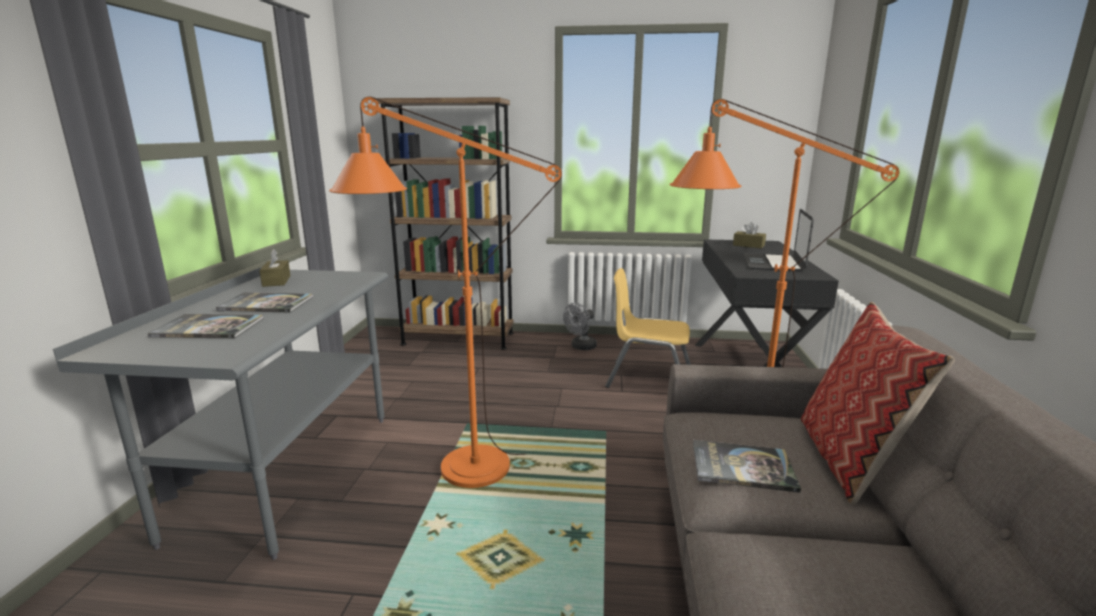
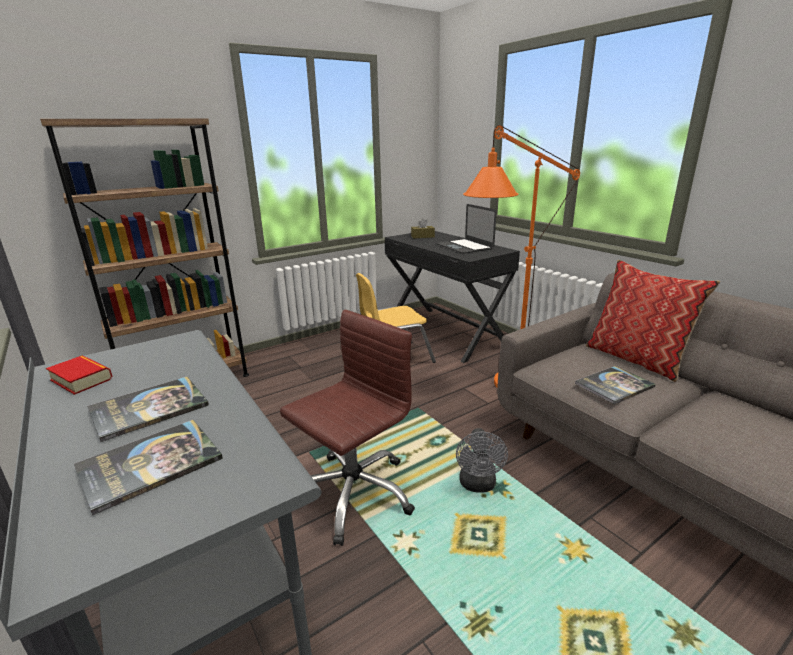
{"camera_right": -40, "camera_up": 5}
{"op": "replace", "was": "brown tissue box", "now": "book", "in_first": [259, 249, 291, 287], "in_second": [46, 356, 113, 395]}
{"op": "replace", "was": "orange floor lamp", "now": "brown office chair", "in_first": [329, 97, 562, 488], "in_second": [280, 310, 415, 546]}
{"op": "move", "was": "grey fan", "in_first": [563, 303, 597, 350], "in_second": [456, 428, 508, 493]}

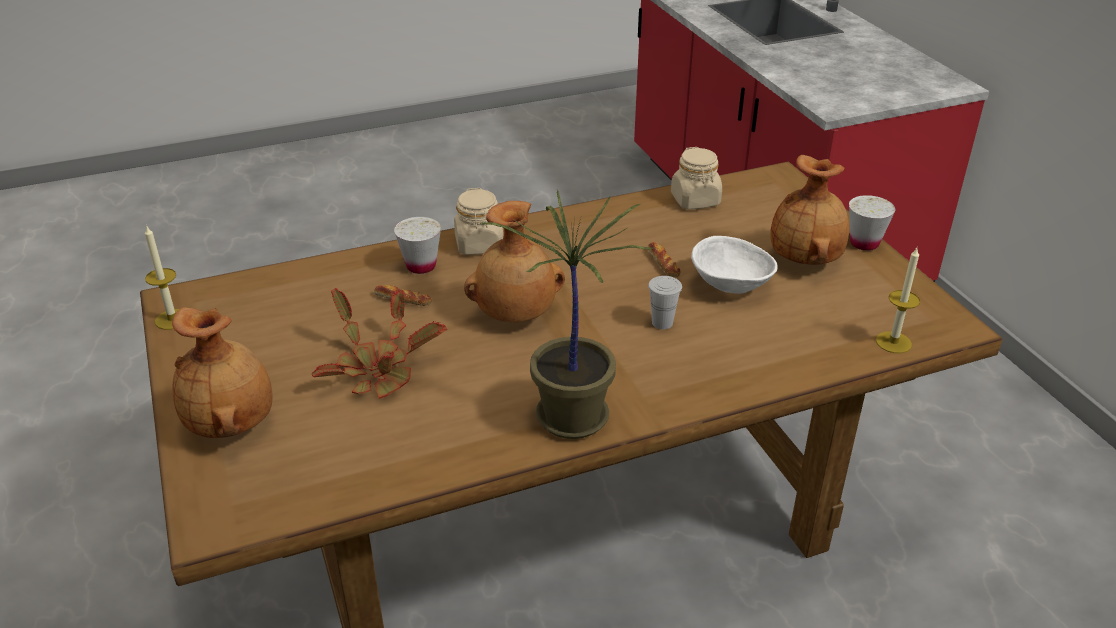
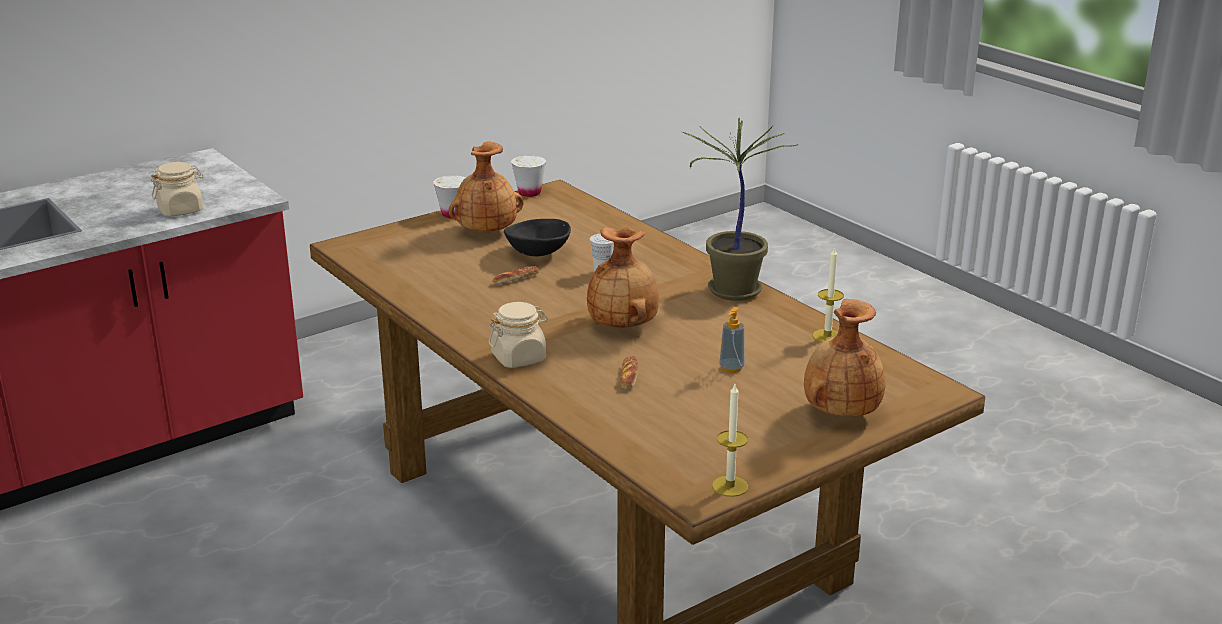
{"camera_right": -105, "camera_up": -10}
{"op": "replace", "was": "potted plant", "now": "soap dispenser", "in_first": [312, 288, 447, 399], "in_second": [719, 307, 745, 373]}
{"op": "move", "was": "white cup", "in_first": [394, 217, 441, 274], "in_second": [511, 155, 546, 197]}
{"op": "move", "was": "beige jar", "in_first": [671, 147, 722, 209], "in_second": [151, 162, 204, 216]}
{"op": "recolor", "was": "white bowl", "now": "black bowl", "in_first": [691, 236, 778, 294], "in_second": [504, 219, 571, 256]}
{"op": "move", "was": "candle", "in_first": [876, 248, 920, 353], "in_second": [813, 246, 844, 343]}

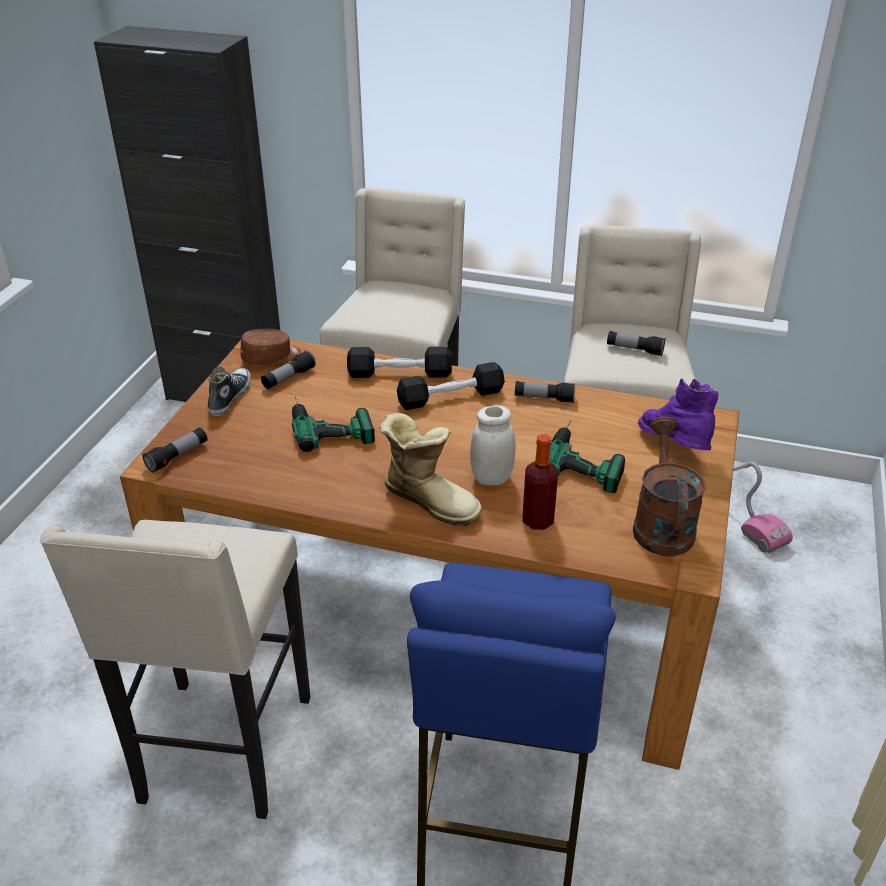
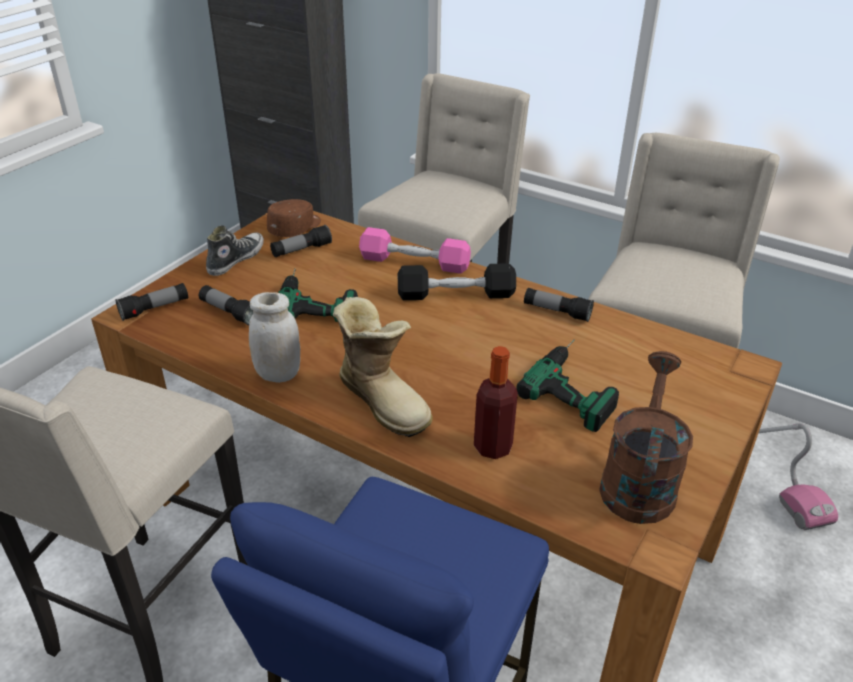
{"camera_right": 15, "camera_up": 0}
{"op": "rotate", "was": "brown cap", "in_first": [240, 329, 302, 366], "in_second": [267, 199, 321, 237], "clockwise": -45}
{"op": "recolor", "was": "black dumbbell", "now": "pink dumbbell", "in_first": [347, 347, 452, 378], "in_second": [359, 227, 471, 274]}
{"op": "move", "was": "white jar", "in_first": [470, 406, 516, 485], "in_second": [249, 292, 300, 383]}
{"op": "move", "was": "flashlight", "in_first": [607, 331, 665, 356], "in_second": [199, 285, 253, 325]}
{"op": "delete", "was": "purple boot", "in_first": [638, 378, 719, 450]}

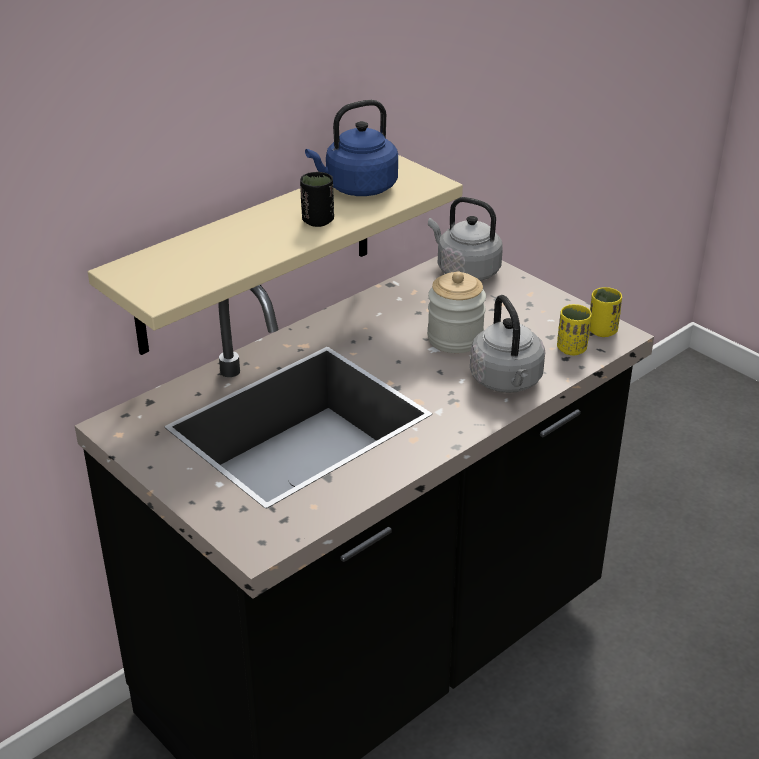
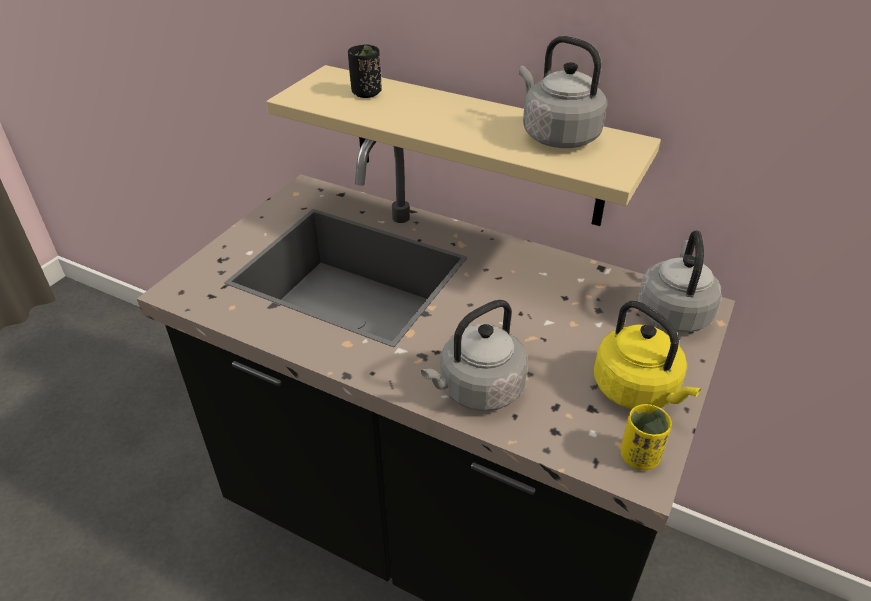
{"camera_right": 70, "camera_up": 5}
{"op": "move", "was": "black cup", "in_first": [300, 172, 334, 227], "in_second": [348, 45, 382, 98]}
{"op": "recolor", "was": "blue kettle", "now": "grey kettle", "in_first": [305, 100, 398, 196], "in_second": [519, 36, 607, 148]}
{"op": "delete", "was": "jar", "in_first": [427, 271, 486, 353]}
{"op": "delete", "was": "yellow cup", "in_first": [557, 304, 592, 355]}
{"op": "insert", "now": "yellow kettle", "in_second": [594, 301, 701, 409]}

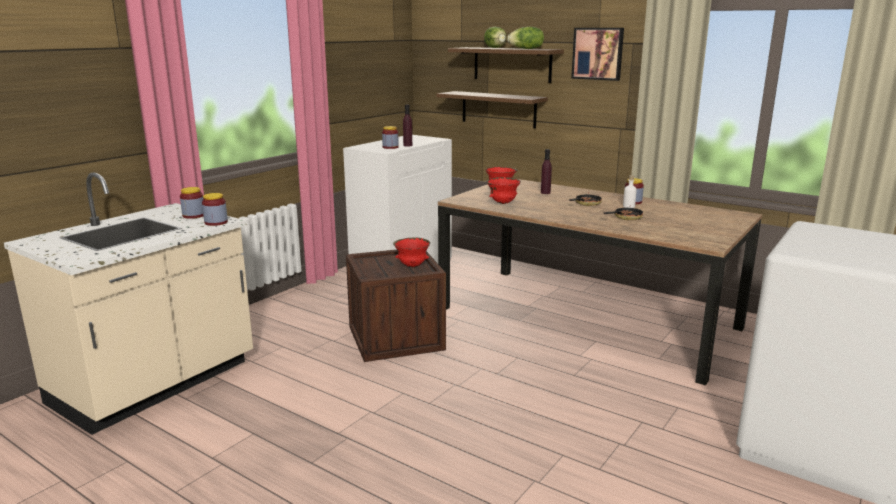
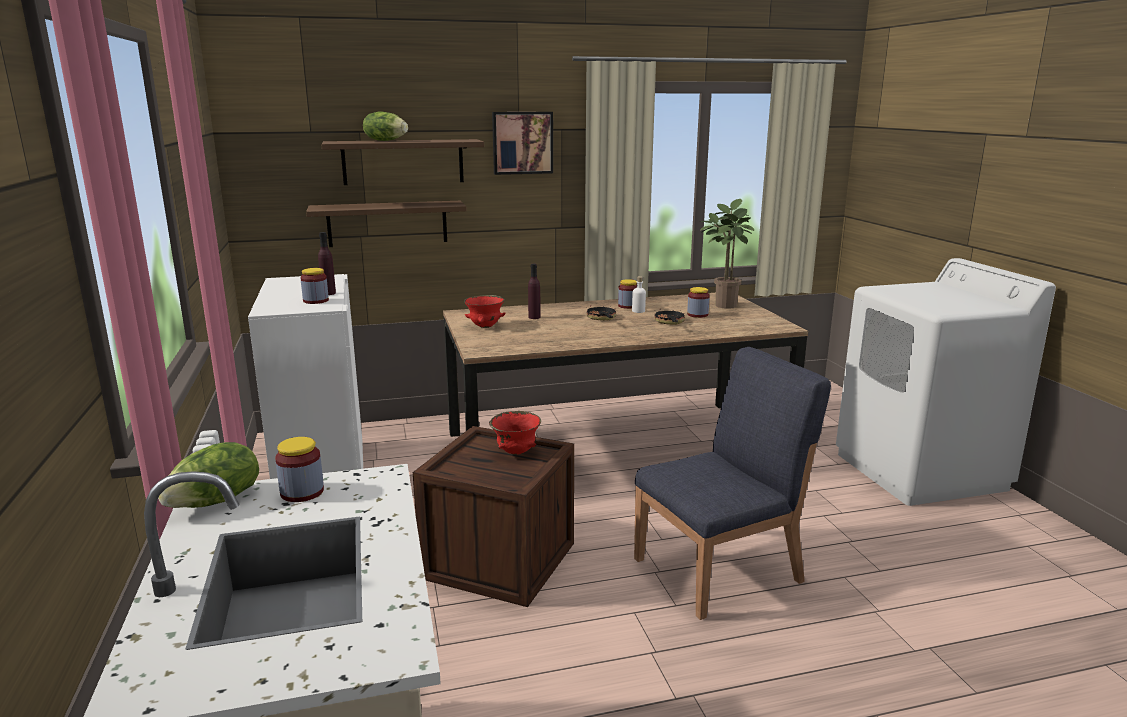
{"camera_right": -50, "camera_up": 0}
{"op": "move", "was": "jar", "in_first": [202, 193, 228, 226], "in_second": [687, 287, 710, 318]}
{"op": "delete", "was": "red bowl", "in_first": [486, 177, 521, 204]}
{"op": "move", "was": "lettuce", "in_first": [507, 27, 544, 49], "in_second": [158, 442, 259, 508]}
{"op": "insert", "now": "blue chair", "in_second": [634, 347, 831, 620]}
{"op": "insert", "now": "potted plant", "in_second": [700, 199, 754, 309]}

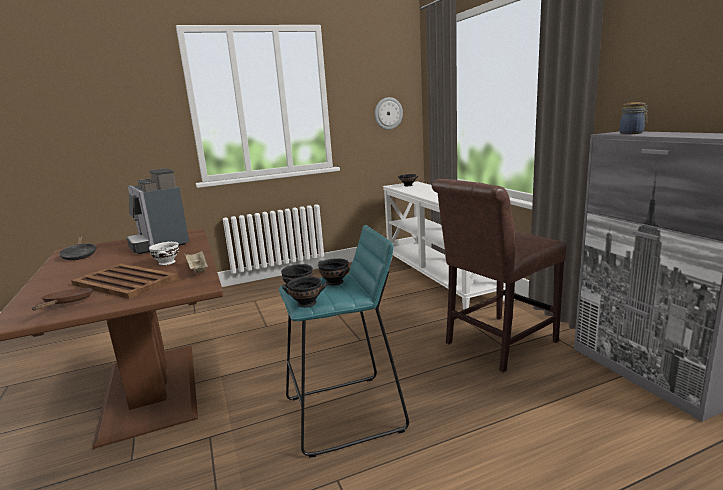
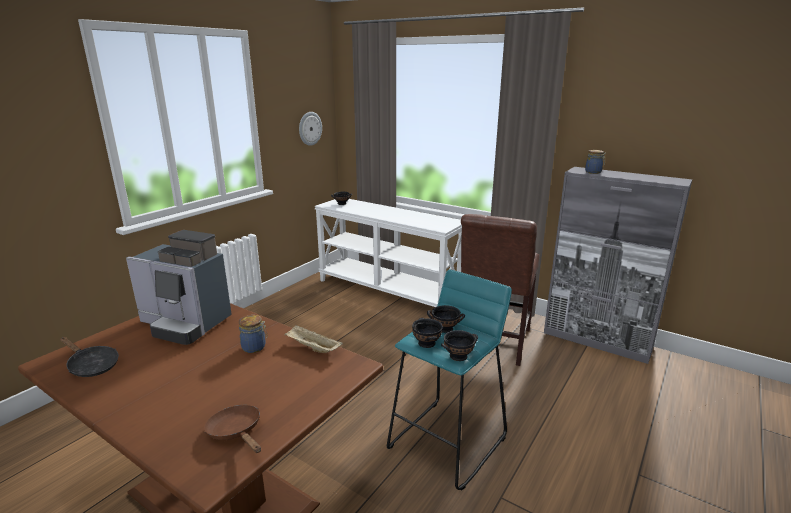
{"camera_right": -35, "camera_up": 5}
{"op": "delete", "was": "brown tray", "in_first": [71, 264, 178, 299]}
{"op": "replace", "was": "white bowl", "now": "jar", "in_first": [149, 242, 179, 265], "in_second": [239, 315, 268, 353]}

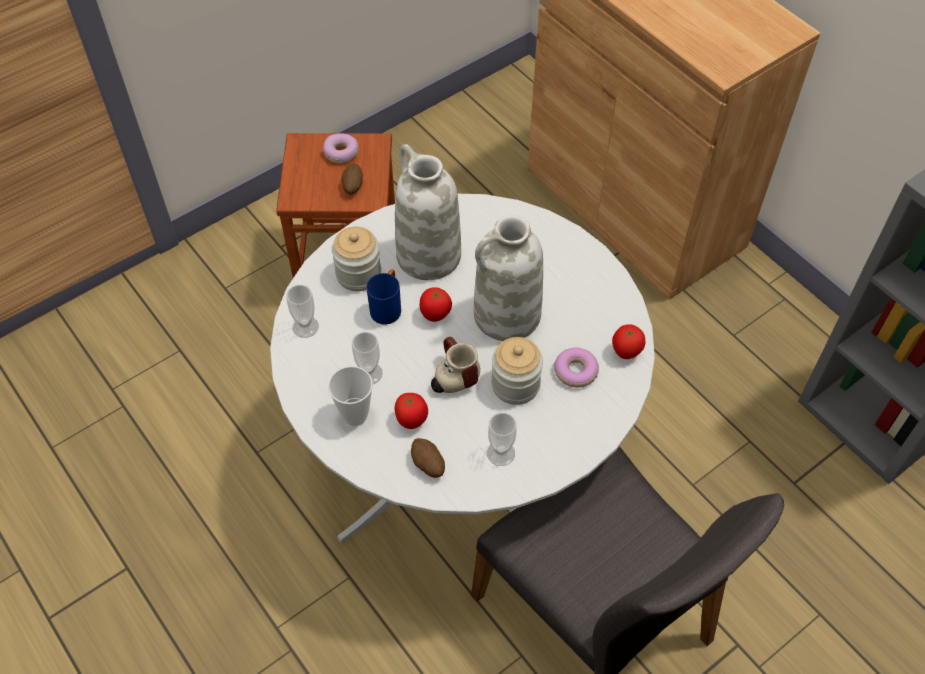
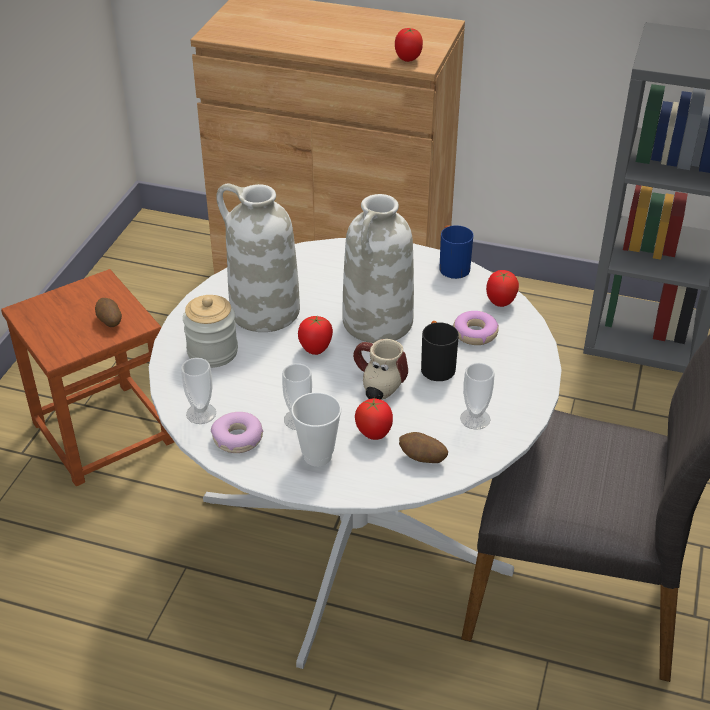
{"camera_right": -35, "camera_up": -15}
{"op": "move", "was": "donut", "in_first": [323, 133, 359, 163], "in_second": [211, 412, 263, 453]}
{"op": "move", "was": "blue mug", "in_first": [366, 269, 401, 325], "in_second": [439, 225, 473, 279]}
{"op": "replace", "was": "jar", "now": "black mug", "in_first": [491, 337, 543, 405], "in_second": [421, 321, 459, 381]}
{"op": "insert", "now": "tomato", "in_second": [395, 28, 423, 62]}

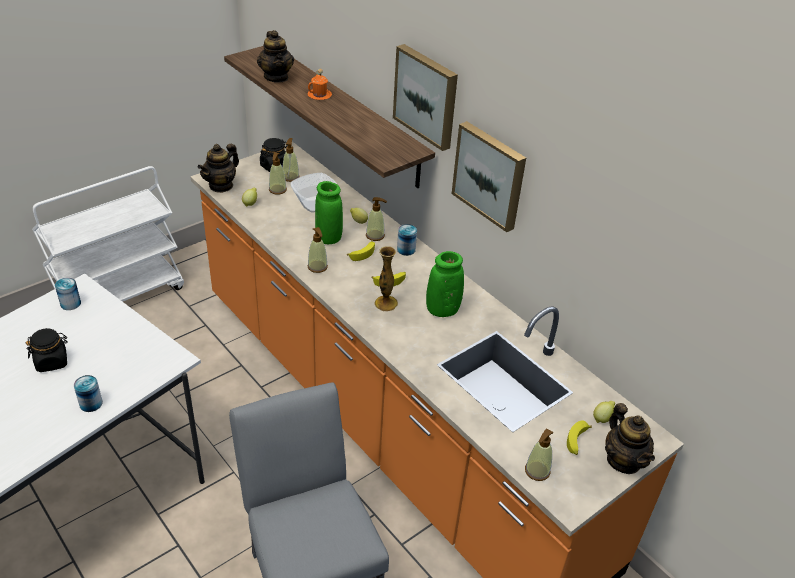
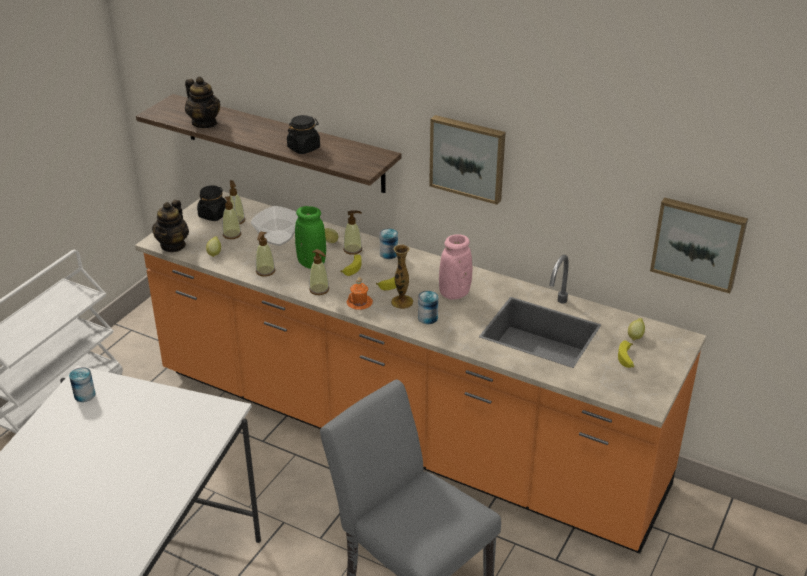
{"camera_right": -20, "camera_up": -5}
{"op": "move", "was": "black jar", "in_first": [26, 328, 68, 372], "in_second": [287, 115, 320, 154]}
{"op": "move", "was": "can", "in_first": [74, 375, 103, 412], "in_second": [418, 291, 438, 324]}
{"op": "move", "was": "orange mug", "in_first": [307, 69, 332, 100], "in_second": [347, 277, 373, 310]}
{"op": "move", "was": "picture", "in_first": [393, 44, 458, 151], "in_second": [650, 197, 748, 294]}
{"op": "recolor", "was": "green vase", "now": "pink vase", "in_first": [426, 251, 464, 317], "in_second": [439, 235, 472, 300]}
{"op": "move", "was": "soap dispenser", "in_first": [525, 428, 554, 481], "in_second": [256, 232, 275, 277]}
{"op": "delete", "was": "teapot", "in_first": [605, 403, 655, 474]}

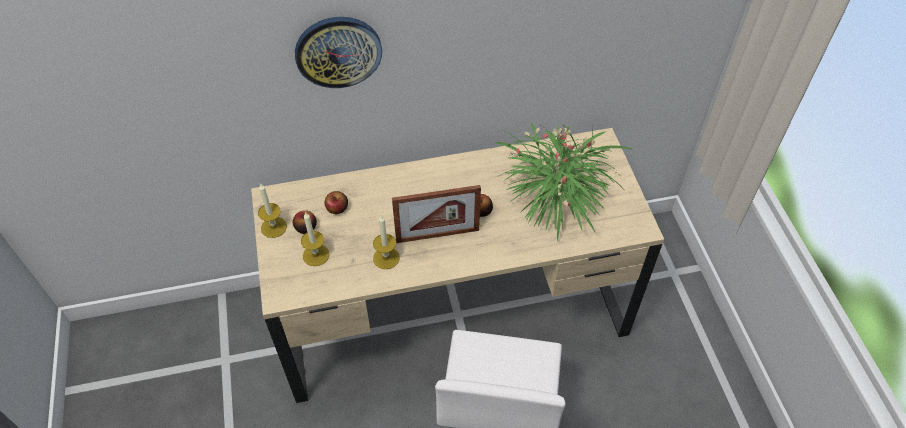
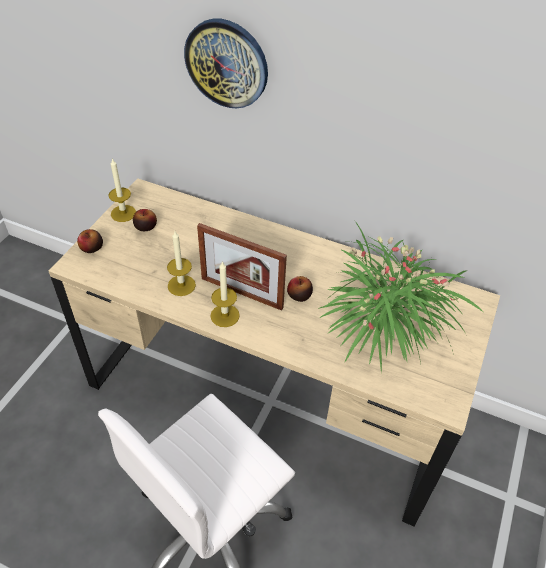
{"camera_right": 35, "camera_up": -5}
{"op": "move", "was": "candle", "in_first": [301, 213, 329, 266], "in_second": [210, 261, 240, 327]}
{"op": "move", "was": "apple", "in_first": [324, 191, 348, 214], "in_second": [77, 229, 103, 253]}

